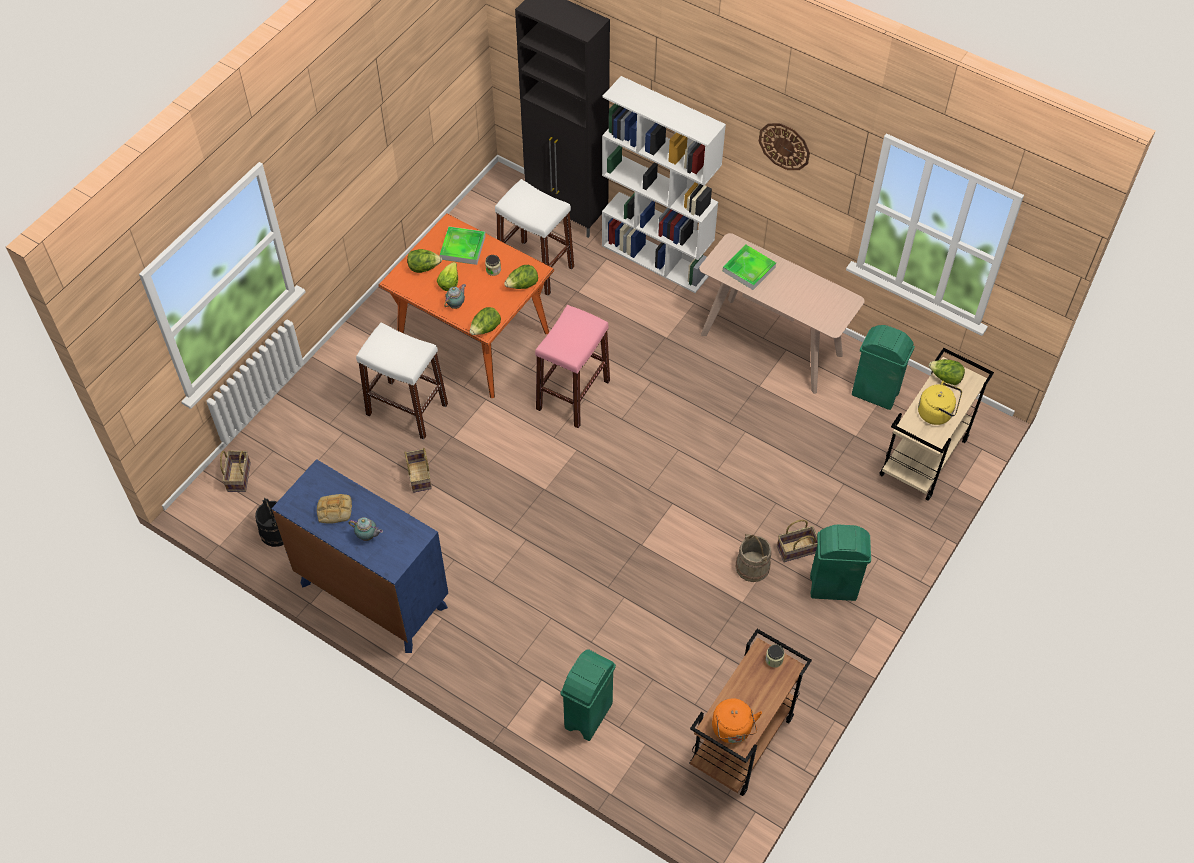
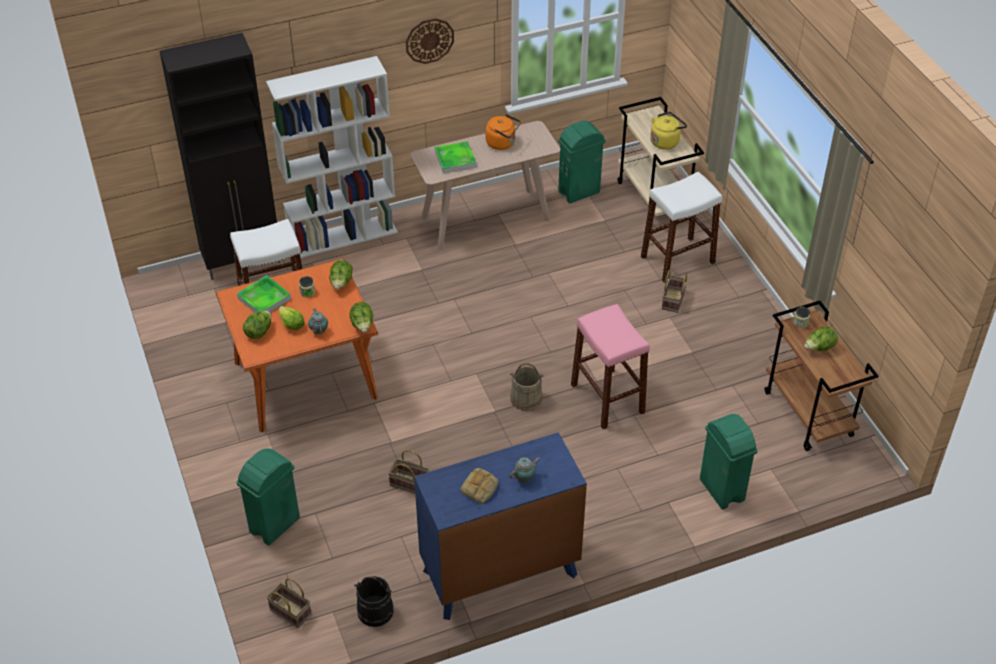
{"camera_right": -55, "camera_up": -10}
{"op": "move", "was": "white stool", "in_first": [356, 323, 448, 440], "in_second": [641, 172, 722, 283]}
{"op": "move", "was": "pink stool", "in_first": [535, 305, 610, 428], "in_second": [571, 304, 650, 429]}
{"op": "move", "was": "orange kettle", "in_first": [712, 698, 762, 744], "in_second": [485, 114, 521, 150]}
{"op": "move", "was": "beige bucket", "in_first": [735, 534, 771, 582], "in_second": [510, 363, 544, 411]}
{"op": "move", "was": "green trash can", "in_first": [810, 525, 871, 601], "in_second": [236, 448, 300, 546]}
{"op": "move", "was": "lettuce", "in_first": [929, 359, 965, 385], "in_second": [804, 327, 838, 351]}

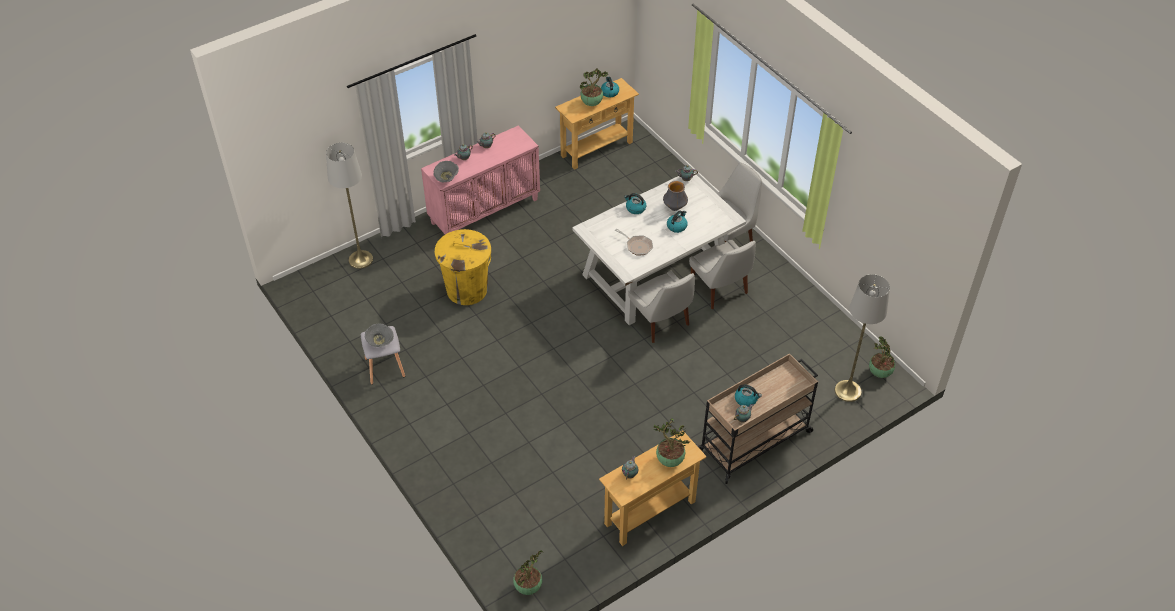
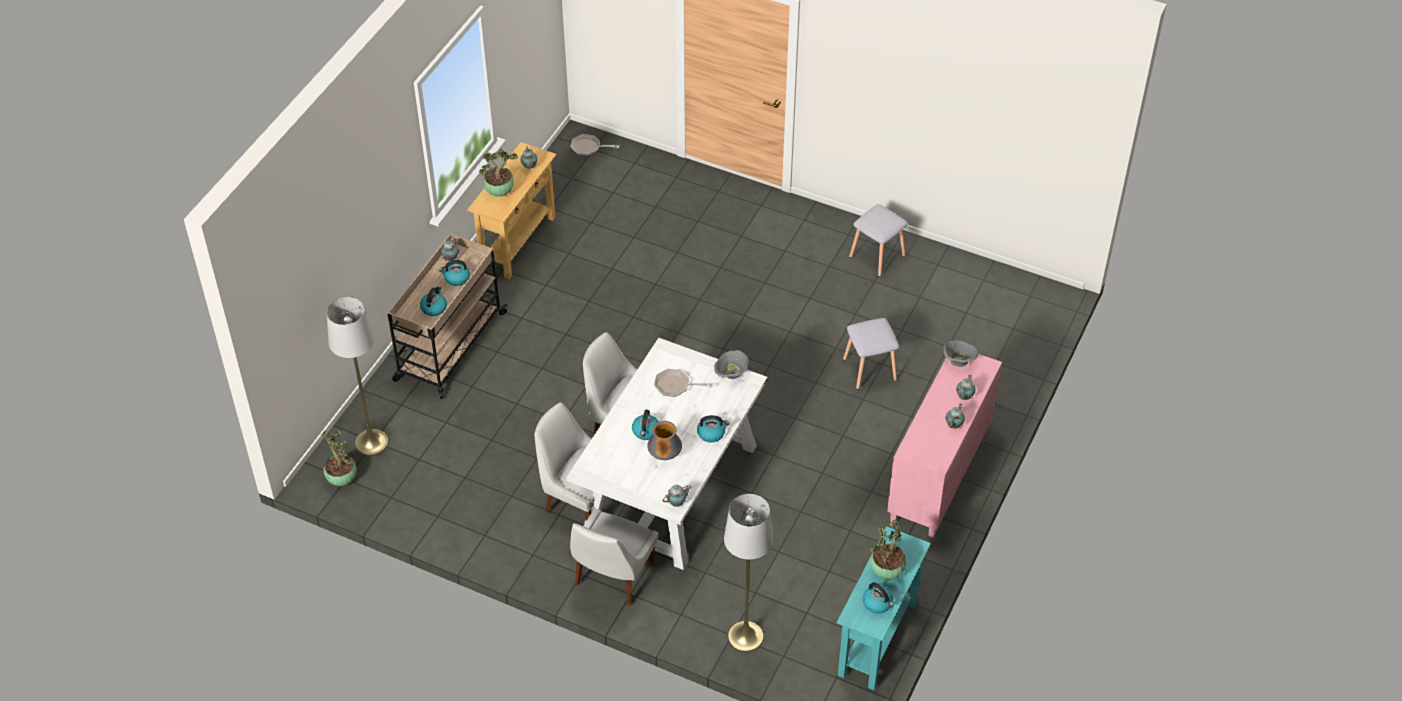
{"camera_right": 150, "camera_up": 0}
{"op": "move", "was": "grey floor lamp", "in_first": [326, 143, 373, 269], "in_second": [724, 494, 774, 652]}
{"op": "move", "was": "grey bowl", "in_first": [365, 324, 394, 347], "in_second": [714, 350, 749, 379]}
{"op": "replace", "was": "yellow trash can", "now": "grey stool", "in_first": [435, 229, 491, 305], "in_second": [843, 318, 899, 389]}
{"op": "replace", "was": "potted plant", "now": "frying pan", "in_first": [513, 550, 544, 595], "in_second": [570, 134, 619, 156]}
{"op": "recolor", "was": "beige console table", "now": "turquoise console table", "in_first": [555, 78, 639, 170], "in_second": [837, 526, 931, 690]}
{"op": "insert", "now": "kettle", "in_second": [420, 286, 447, 316]}

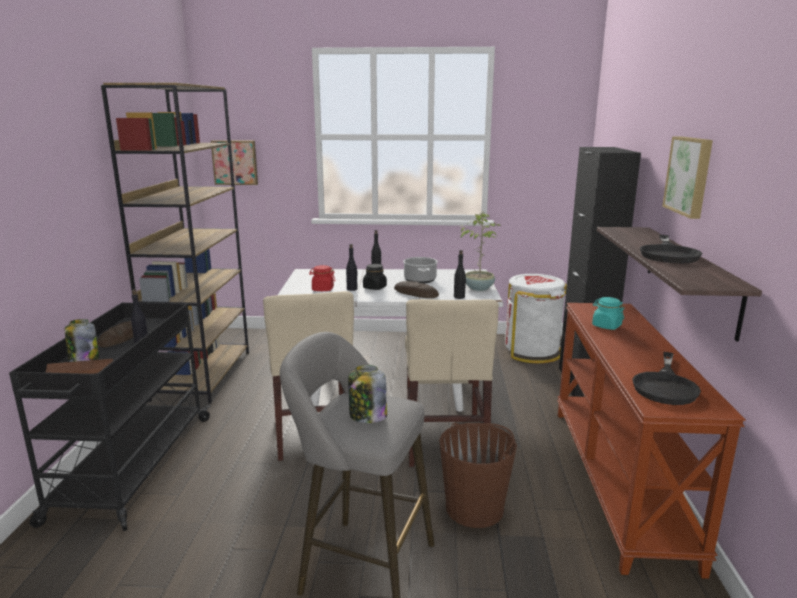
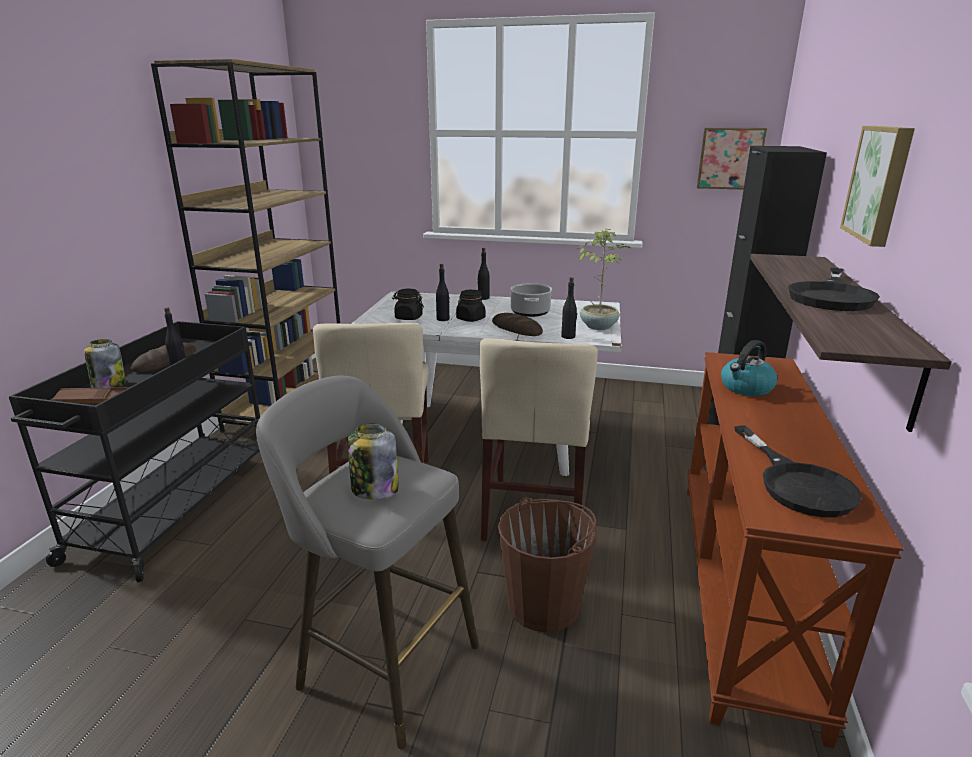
{"camera_right": 10, "camera_up": 5}
{"op": "move", "was": "picture", "in_first": [211, 140, 258, 185], "in_second": [697, 128, 767, 190]}
{"op": "recolor", "was": "red jar", "now": "black jar", "in_first": [309, 265, 336, 291], "in_second": [392, 289, 424, 320]}
{"op": "delete", "was": "white trash can", "in_first": [505, 274, 567, 363]}
{"op": "replace", "was": "turquoise jar", "now": "kettle", "in_first": [592, 297, 624, 330], "in_second": [721, 340, 777, 396]}
{"op": "rotate", "was": "black frying pan", "in_first": [632, 352, 701, 405], "in_second": [734, 426, 862, 517], "clockwise": -45}

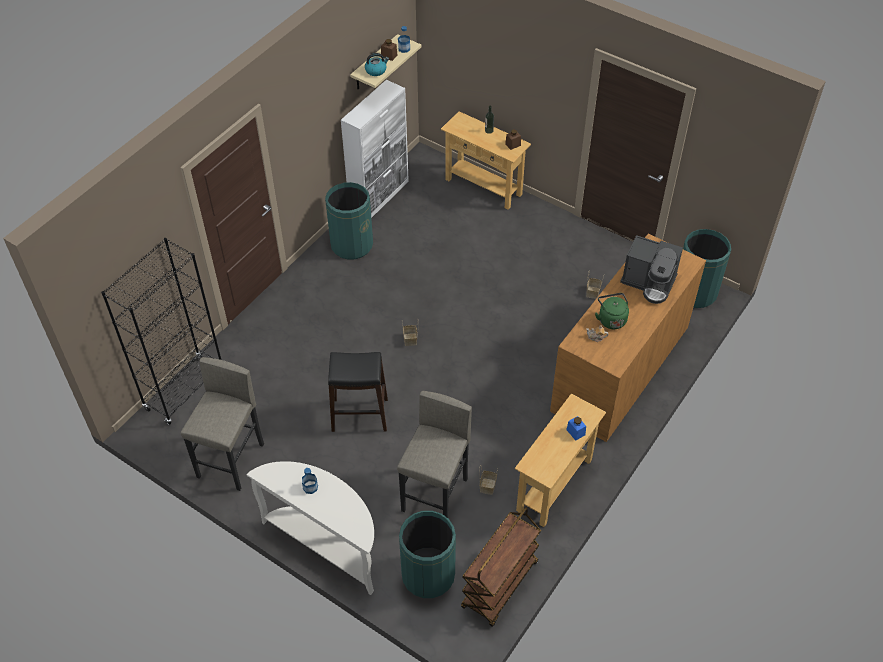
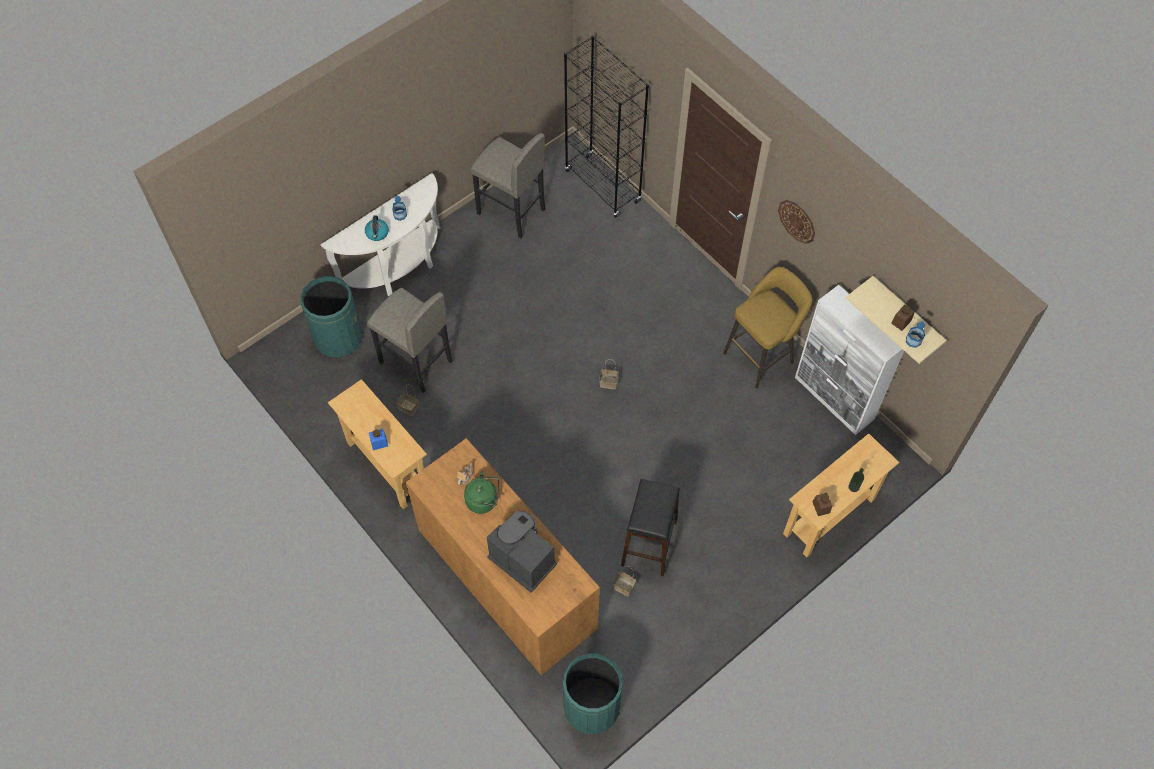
{"camera_right": 105, "camera_up": 10}
{"op": "replace", "was": "green trash can", "now": "yellow stool", "in_first": [325, 182, 373, 260], "in_second": [723, 267, 813, 389]}
{"op": "move", "was": "black stool", "in_first": [328, 352, 388, 432], "in_second": [621, 479, 680, 576]}
{"op": "move", "was": "kettle", "in_first": [365, 53, 389, 76], "in_second": [365, 215, 389, 241]}
{"op": "delete", "was": "brown cart", "in_first": [461, 507, 541, 627]}
{"op": "rotate", "was": "coffee machine", "in_first": [620, 235, 683, 304], "in_second": [487, 511, 557, 593], "clockwise": 90}
{"op": "insert", "now": "wall clock", "in_second": [778, 200, 815, 244]}

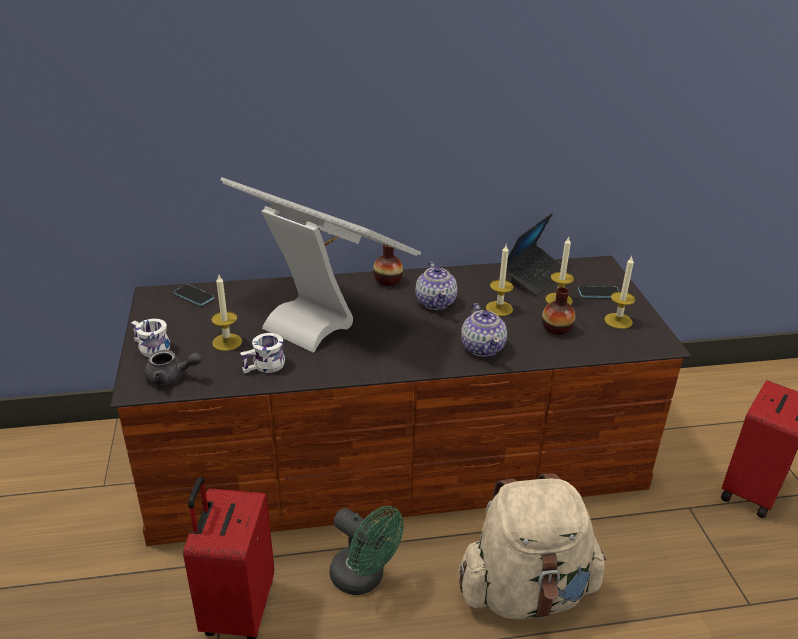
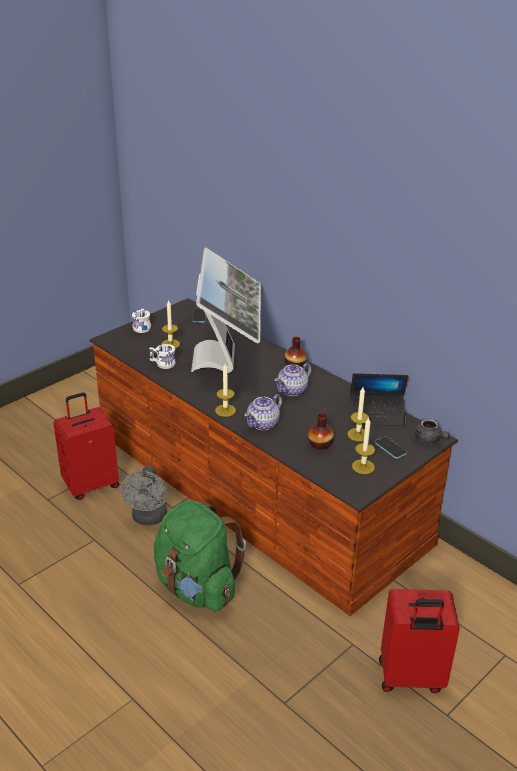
{"camera_right": 55, "camera_up": 0}
{"op": "move", "was": "grey teapot", "in_first": [144, 350, 202, 385], "in_second": [415, 418, 450, 443]}
{"op": "recolor", "was": "green fan", "now": "grey fan", "in_first": [330, 506, 403, 595], "in_second": [120, 466, 168, 525]}
{"op": "recolor", "was": "beige backpack", "now": "green backpack", "in_first": [458, 473, 606, 619], "in_second": [154, 500, 246, 612]}
{"op": "move", "was": "candle", "in_first": [486, 245, 514, 316], "in_second": [215, 364, 236, 417]}

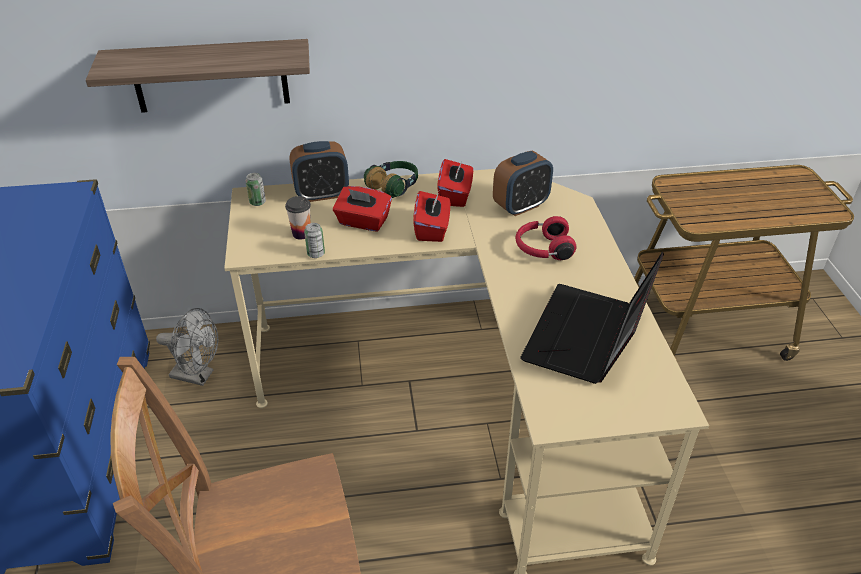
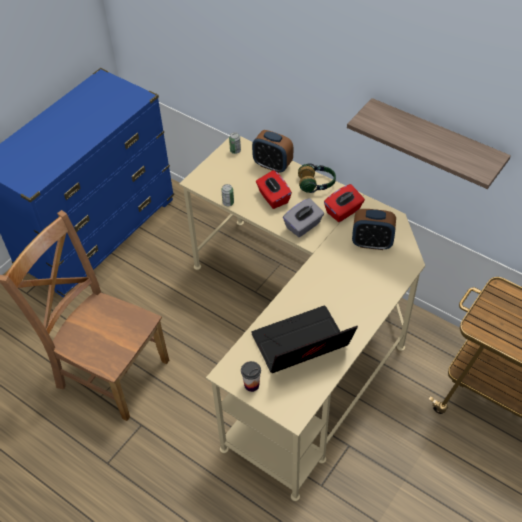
{"camera_right": 45, "camera_up": 10}
{"op": "move", "was": "shelf", "in_first": [86, 39, 310, 113], "in_second": [347, 98, 511, 189]}
{"op": "delete", "was": "grey fan", "in_first": [156, 308, 218, 386]}
{"op": "move", "was": "cup", "in_first": [285, 196, 311, 240], "in_second": [241, 361, 261, 392]}
{"op": "recolor", "was": "red tissue box", "now": "grey tissue box", "in_first": [413, 191, 450, 242], "in_second": [283, 198, 324, 237]}
{"op": "delete", "was": "red headphones", "in_first": [515, 216, 576, 260]}

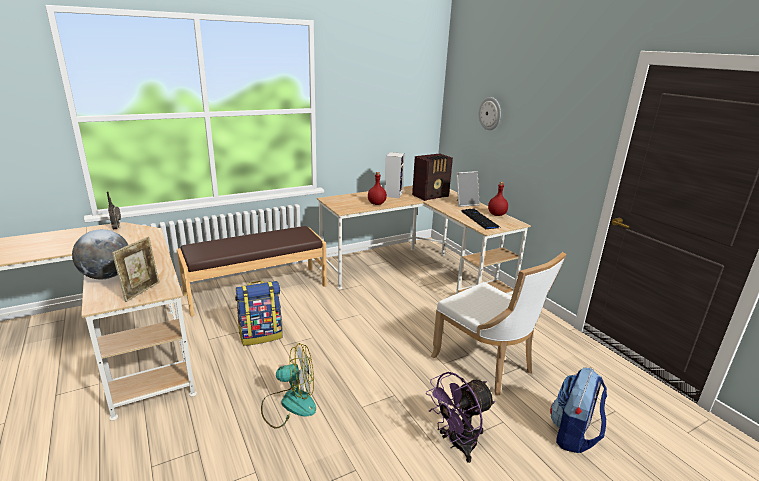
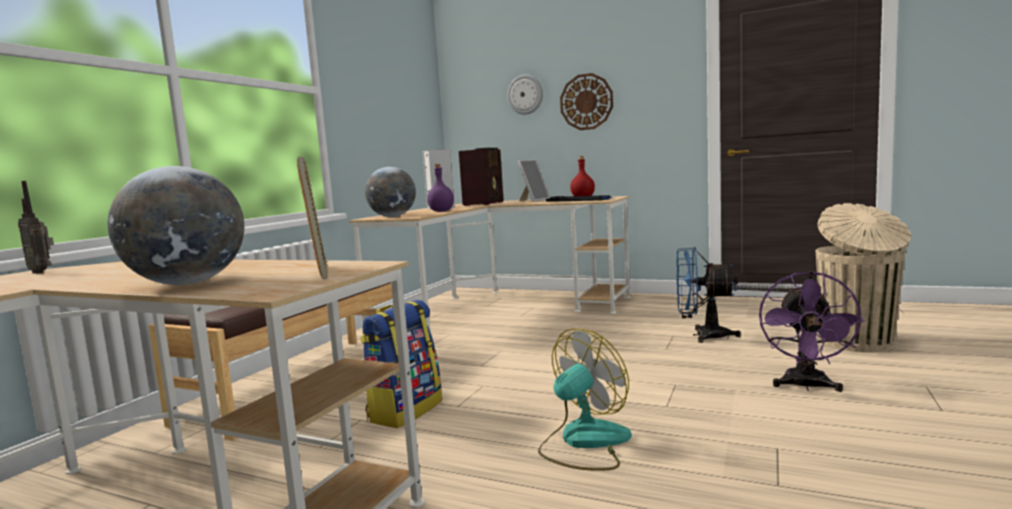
{"camera_right": -35, "camera_up": -15}
{"op": "recolor", "was": "red bottle", "now": "purple bottle", "in_first": [368, 172, 387, 205], "in_second": [427, 164, 454, 212]}
{"op": "replace", "was": "white chair", "now": "blue fan", "in_first": [431, 252, 567, 395], "in_second": [676, 247, 741, 343]}
{"op": "replace", "was": "backpack", "now": "beige trash can", "in_first": [550, 367, 607, 453], "in_second": [815, 203, 911, 353]}
{"op": "insert", "now": "globe", "in_second": [365, 167, 416, 217]}
{"op": "insert", "now": "wall clock", "in_second": [560, 73, 613, 130]}

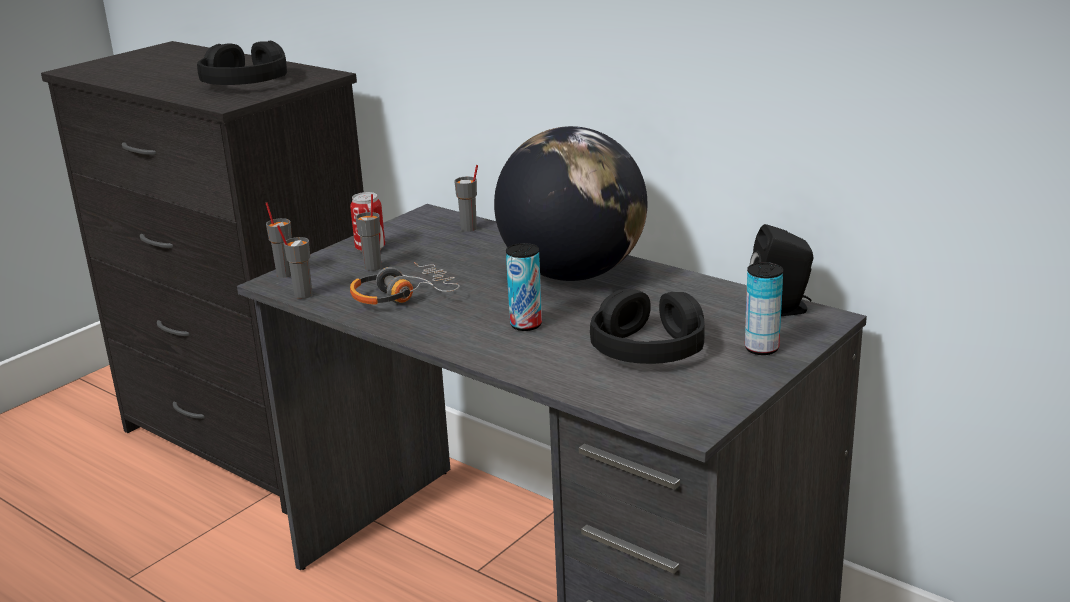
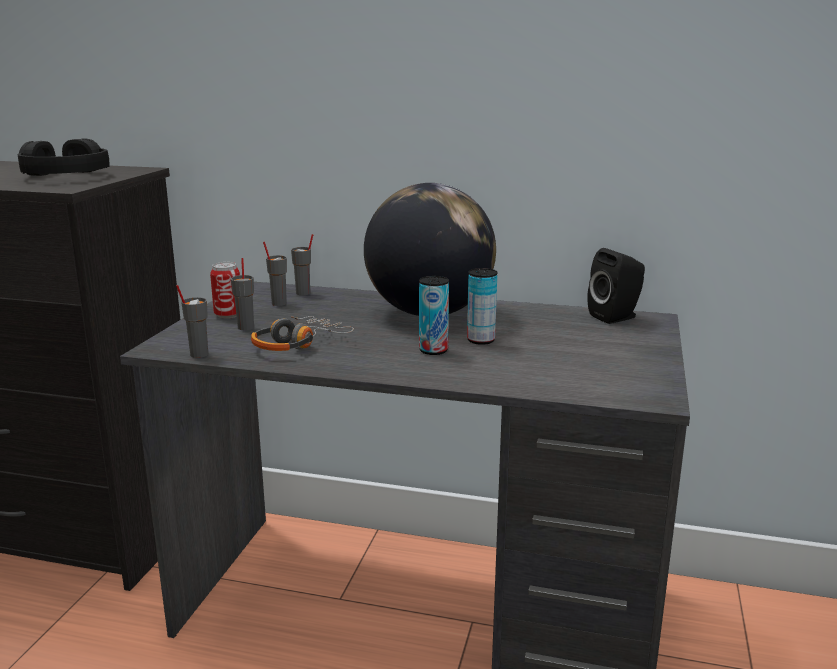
{"camera_right": -25, "camera_up": -5}
{"op": "move", "was": "grey cup", "in_first": [266, 202, 292, 278], "in_second": [263, 242, 287, 306]}
{"op": "delete", "was": "black headphones", "in_first": [590, 289, 705, 364]}
{"op": "move", "was": "can", "in_first": [745, 262, 783, 355], "in_second": [467, 268, 498, 345]}

